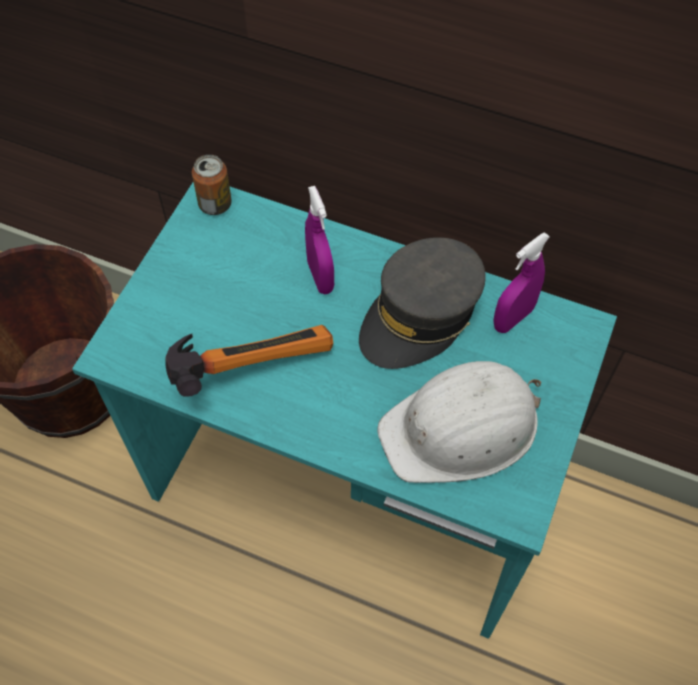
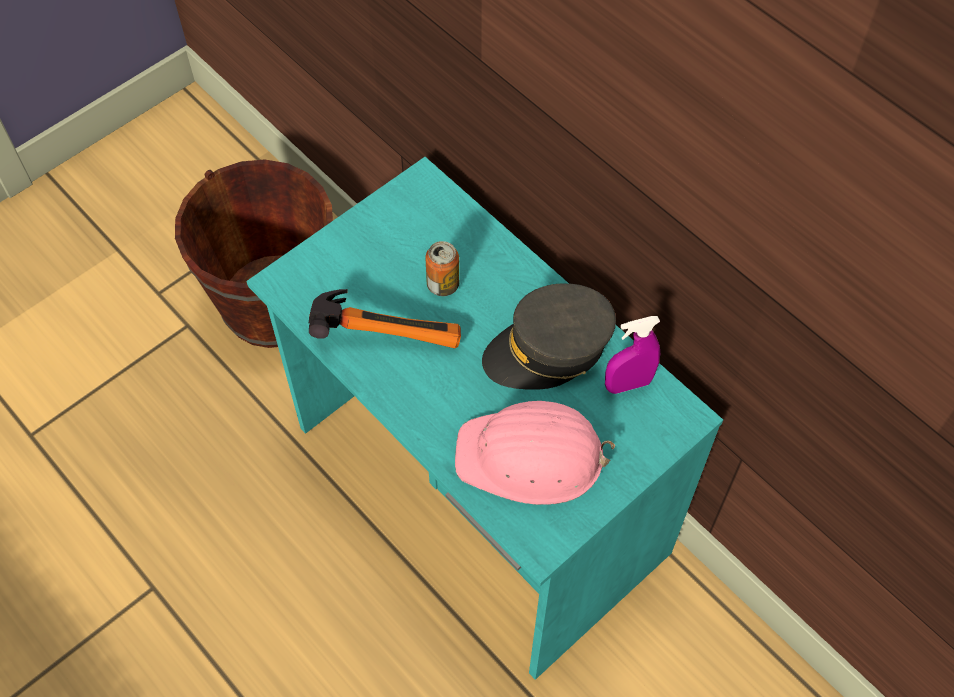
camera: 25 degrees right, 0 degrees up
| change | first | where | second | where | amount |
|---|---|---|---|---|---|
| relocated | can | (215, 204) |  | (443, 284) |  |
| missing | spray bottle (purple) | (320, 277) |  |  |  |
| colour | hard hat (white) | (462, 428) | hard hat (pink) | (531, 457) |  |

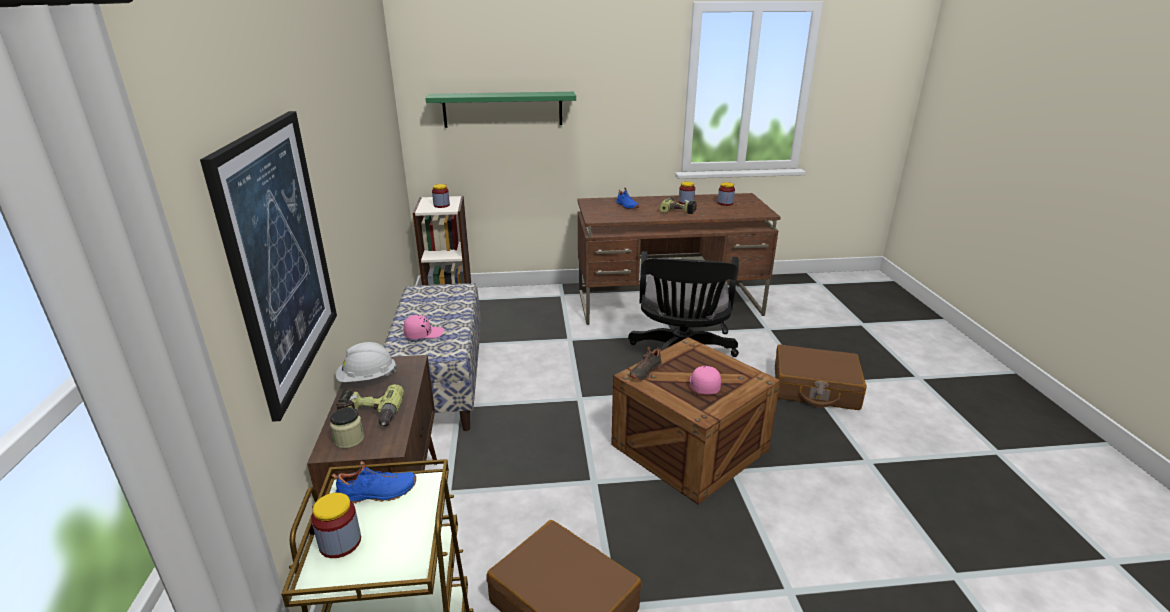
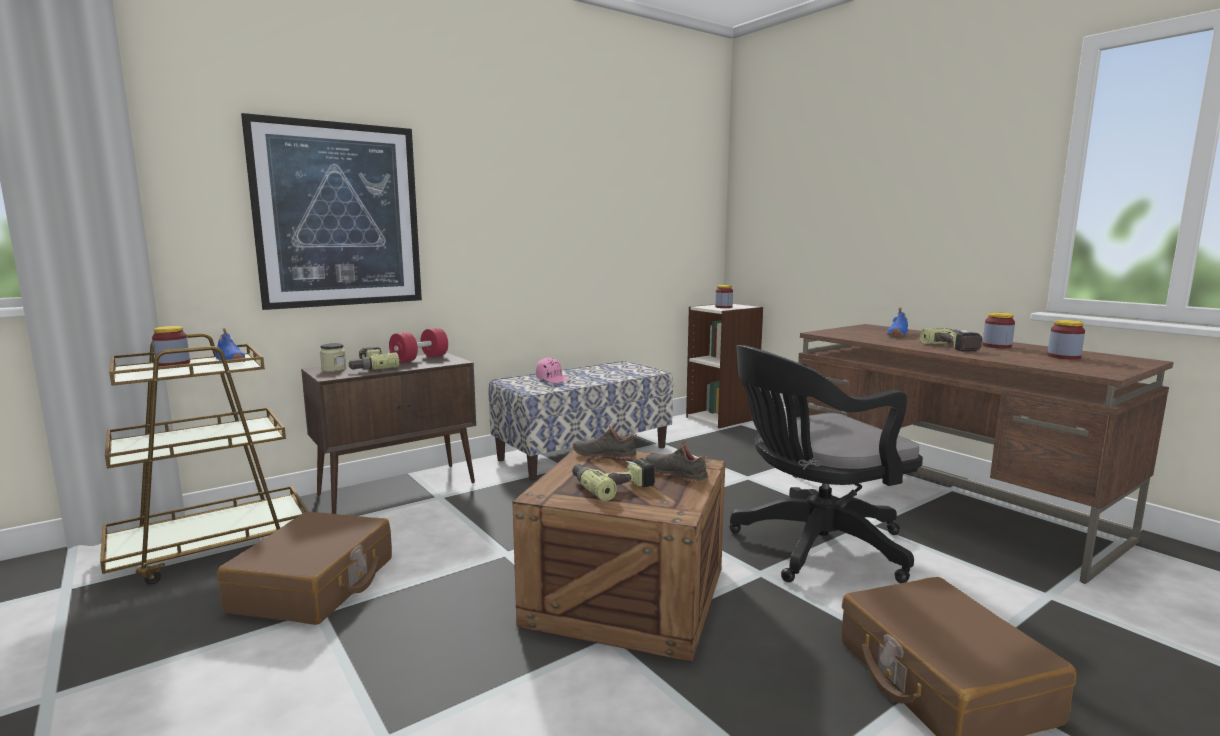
camera: 60 degrees right, 15 degrees down
| change | first | where | second | where | amount |
|---|---|---|---|---|---|
| missing | shelf (green) | (503, 109) |  |  |  |
| exchanged | hard hat (white) | (367, 379) | dumbbell (red) | (419, 359) |  |
| exchanged | cap (pink) | (703, 385) | power drill | (613, 485) |  |
| appeared |  |  | shoe (black) | (676, 473) |  |

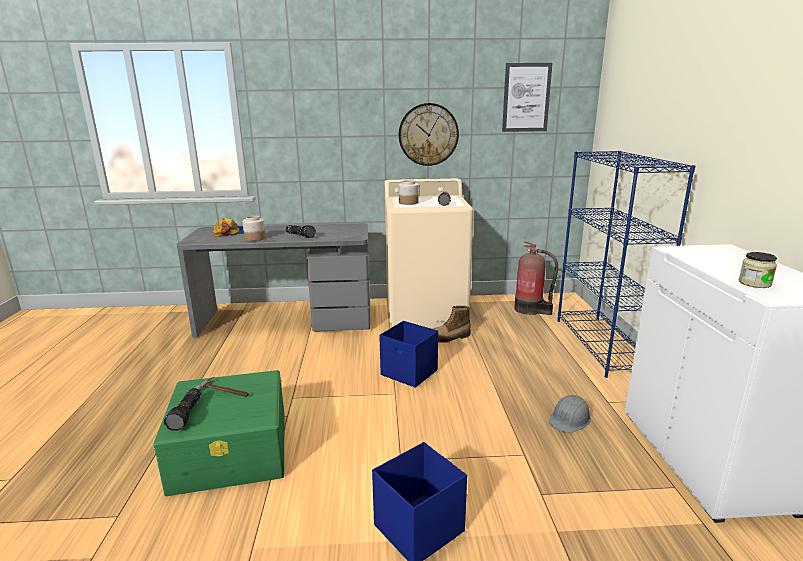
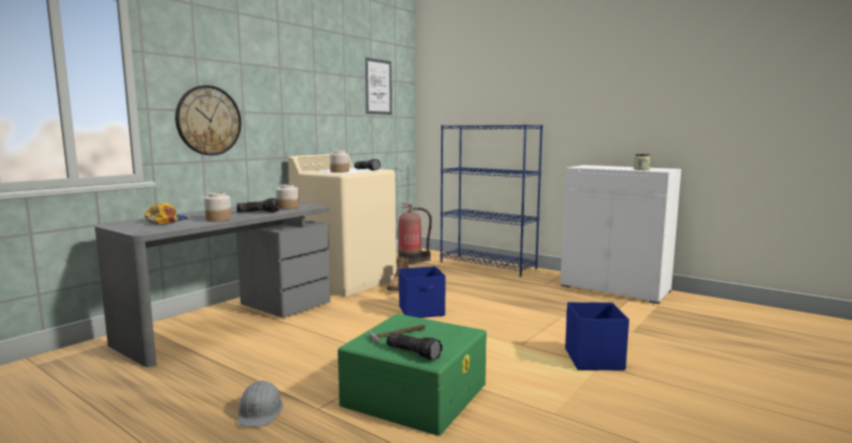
camera: 50 degrees left, 10 degrees down
| change | first | where | second | where | amount |
|---|---|---|---|---|---|
| relocated | wall clock | (428, 134) |  | (208, 120) |  |
| relocated | hard hat (grey) | (570, 419) |  | (260, 411) |  |
| appeared |  |  | jar | (287, 208) |  |

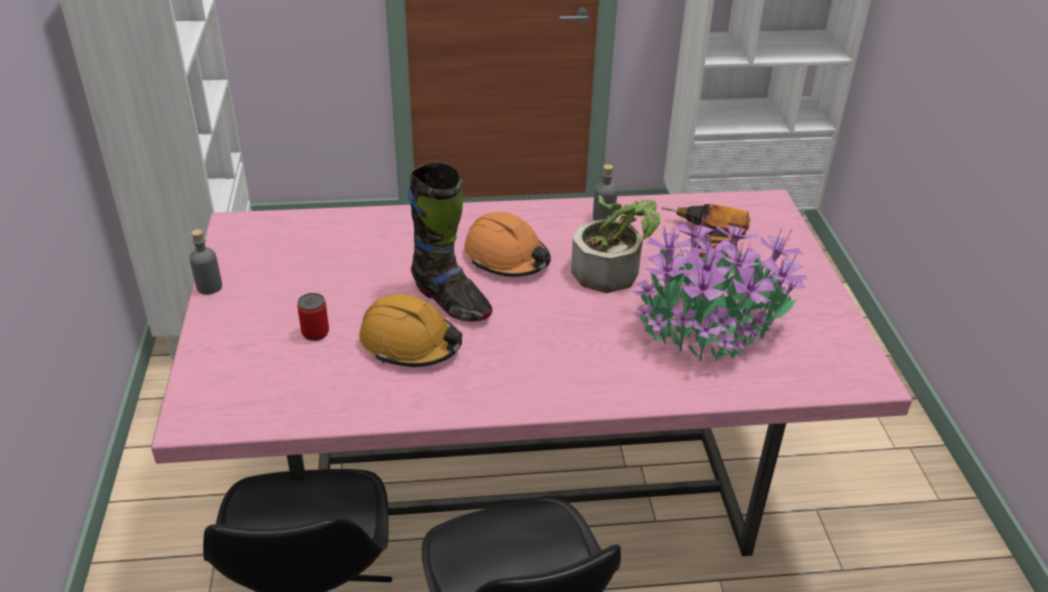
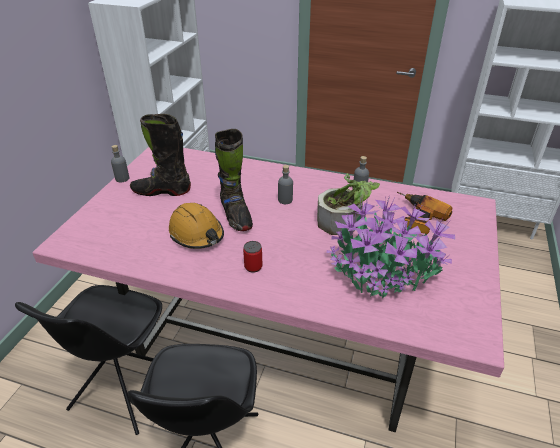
camera: 25 degrees right, 0 degrees up
| change | first | where | second | where | amount |
|---|---|---|---|---|---|
| exchanged | hard hat (orange) | (507, 258) | bottle (grey) | (285, 200) |  |
| relocated | can | (315, 333) |  | (253, 267) |  |
| appeared |  |  | boot (black) | (161, 191) |  |

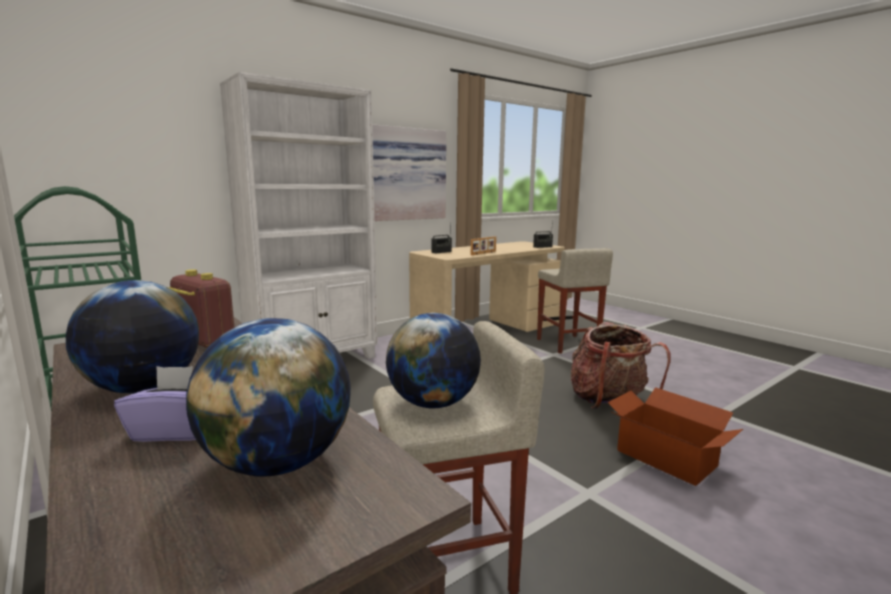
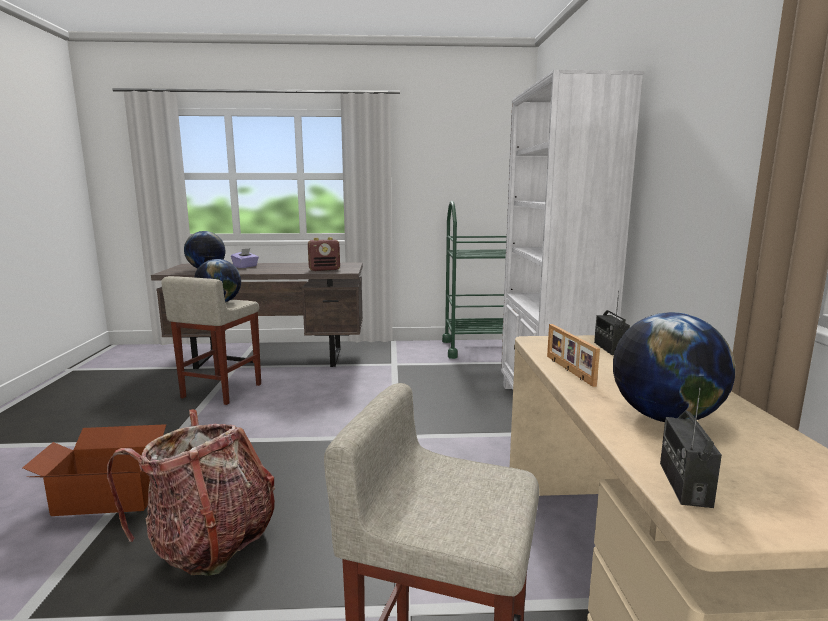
camera: 125 degrees right, 0 degrees up
| change | first | where | second | where | amount |
|---|---|---|---|---|---|
| missing | picture | (406, 174) |  |  |  |
| relocated | globe | (143, 388) |  | (664, 417) |  |

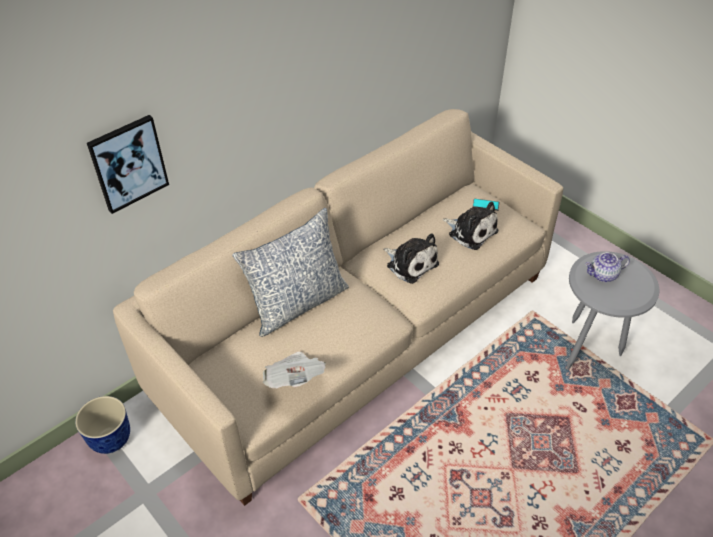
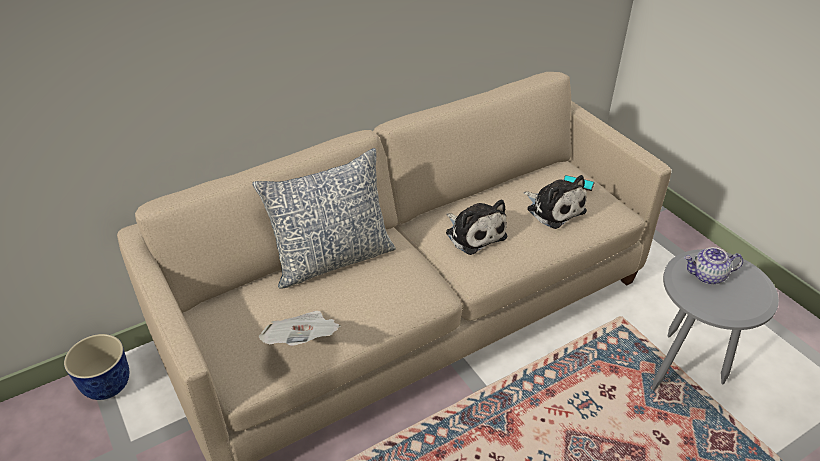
camera: 10 degrees right, 5 degrees down
| change | first | where | second | where | amount |
|---|---|---|---|---|---|
| missing | picture | (128, 163) |  |  |  |

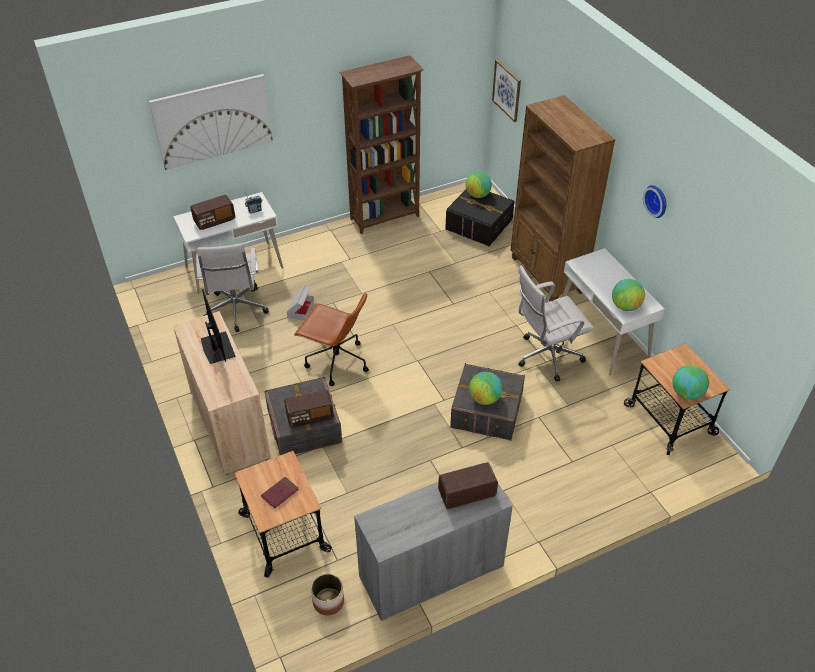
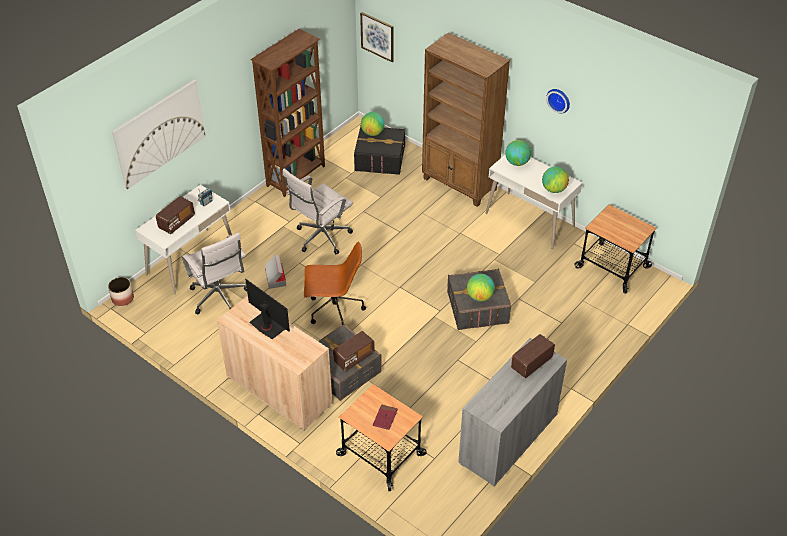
camera: 25 degrees left, 0 degrees up
| change | first | where | second | where | amount |
|---|---|---|---|---|---|
| relocated | office chair (white) | (546, 357) |  | (321, 238) |  |
| relocated | globe | (686, 393) |  | (517, 162) |  |
| relocated | planter | (328, 601) |  | (122, 298) |  |

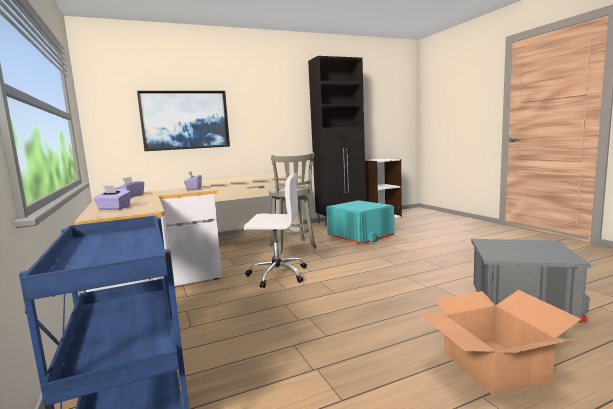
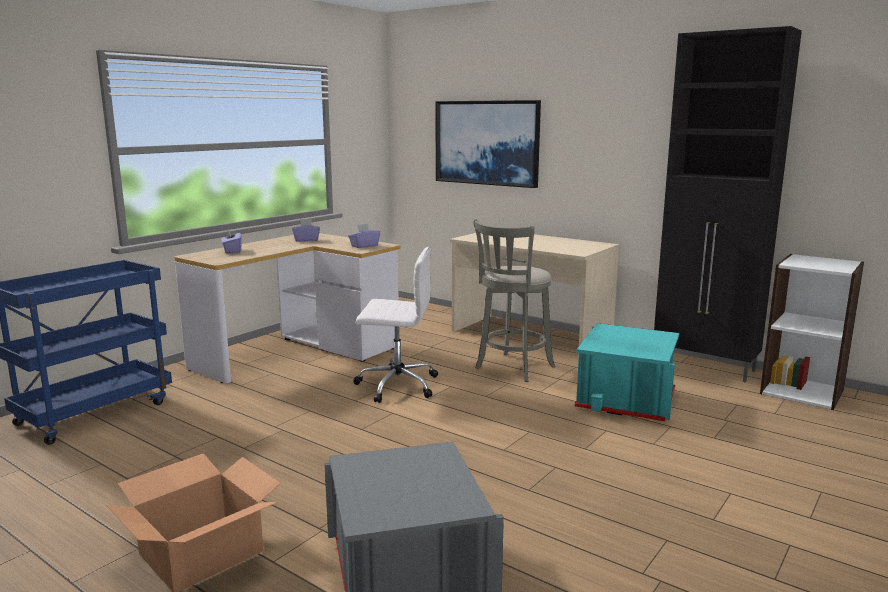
camera: 60 degrees right, 5 degrees up
| change | first | where | second | where | amount |
|---|---|---|---|---|---|
| spun | office chair (white) | (276, 275) |  | (396, 385) | 60 degrees counterclockwise |

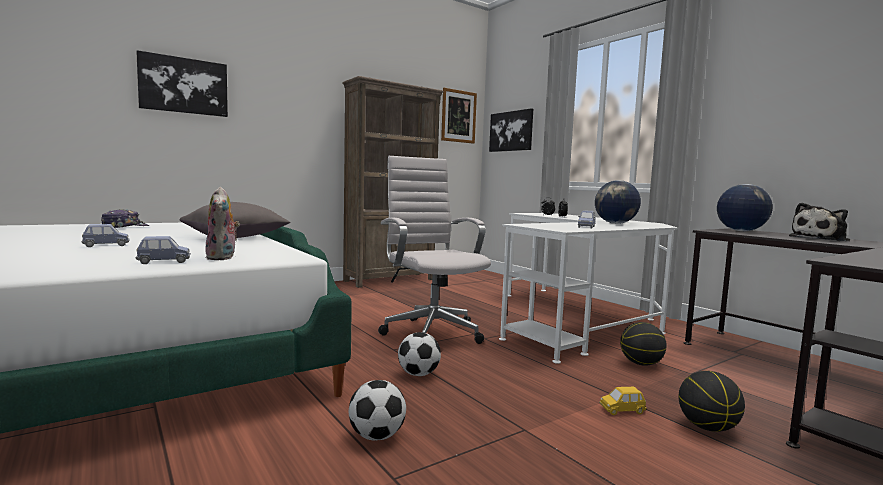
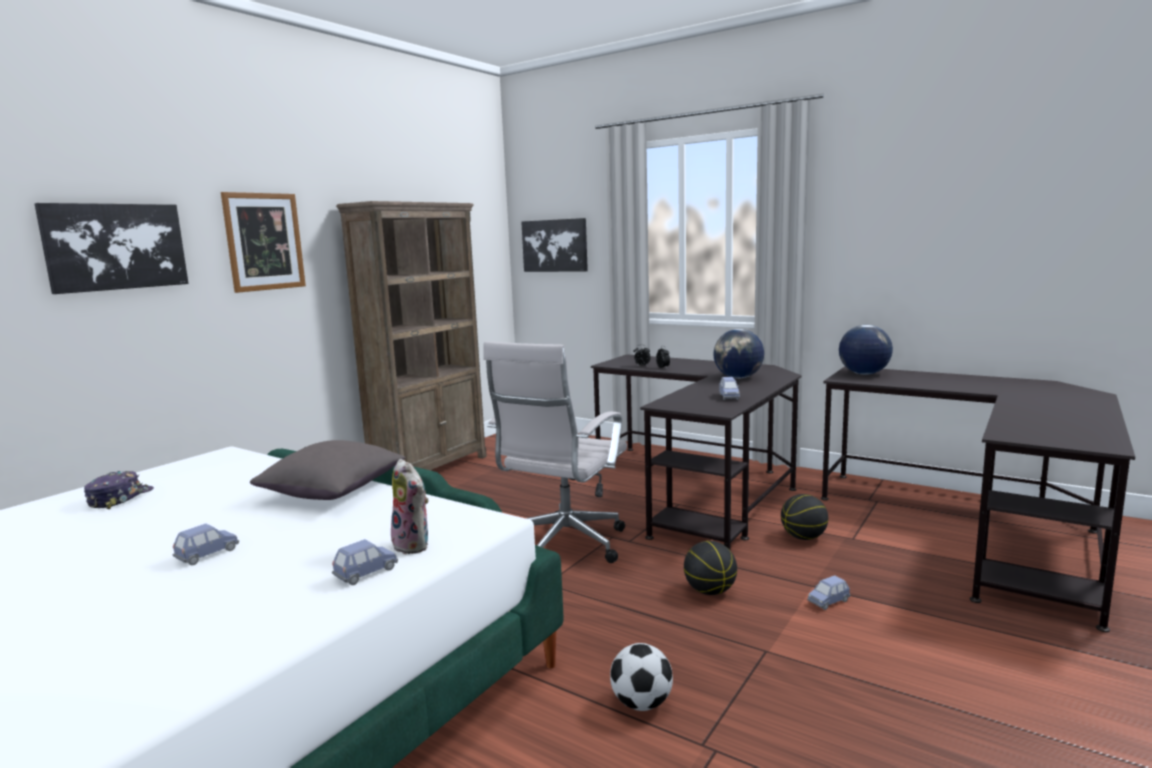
camera: 20 degrees left, 5 degrees up
| change | first | where | second | where | amount |
|---|---|---|---|---|---|
| relocated | picture | (458, 116) |  | (264, 241) |  |
| spun | office chair (white) | (430, 332) |  | (563, 546) | 105 degrees counterclockwise |
| missing | plush toy | (821, 239) |  |  |  |
| colour | desk (white) | (578, 319) | desk (black) | (701, 489) |  |
| missing | football | (419, 374) |  |  |  |
| relocated | basketball | (707, 427) |  | (710, 591) |  |
| colour | toy car (yellow) | (622, 410) | toy car (blue) | (828, 602) |  |

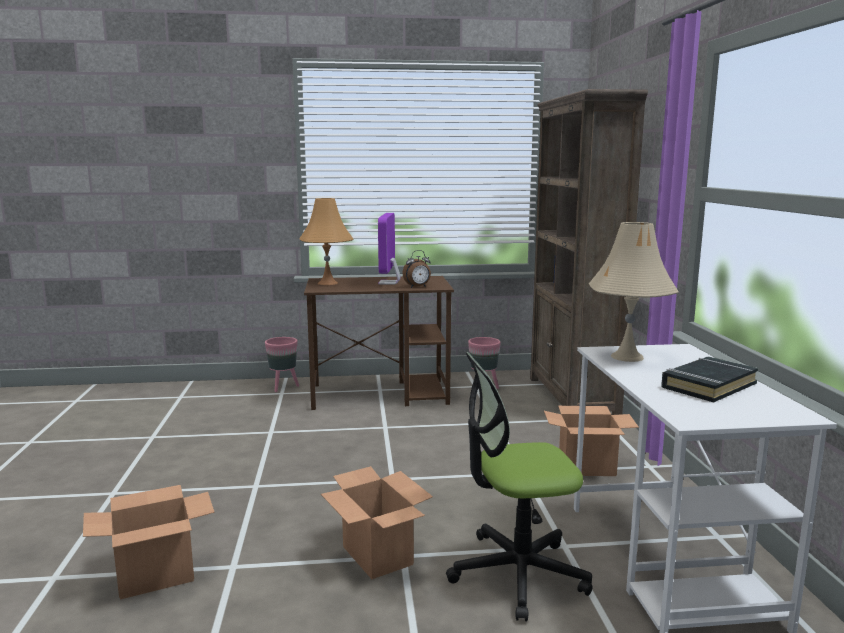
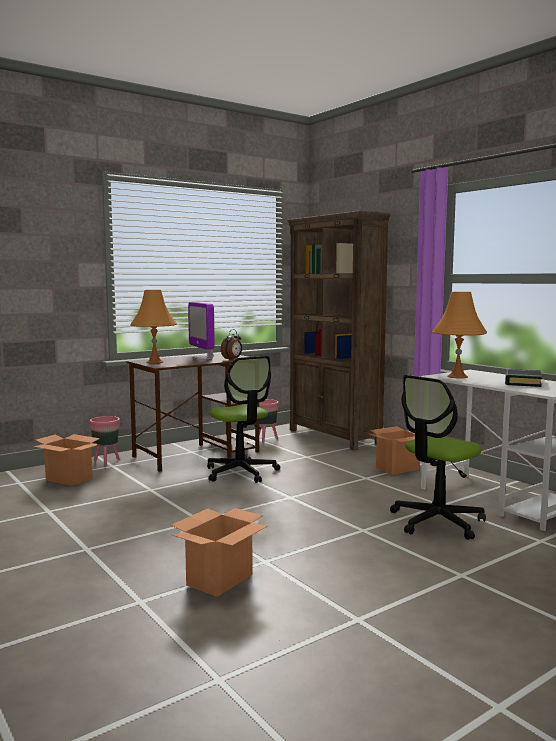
camera: 30 degrees left, 5 degrees down
| change | first | where | second | where | amount |
|---|---|---|---|---|---|
| colour | table lamp (beige) | (626, 357) | table lamp (orange) | (457, 376) |  |
| relocated | cardboard box | (378, 556) |  | (69, 479) |  |
| appeared |  |  | office chair | (241, 472) |  |

